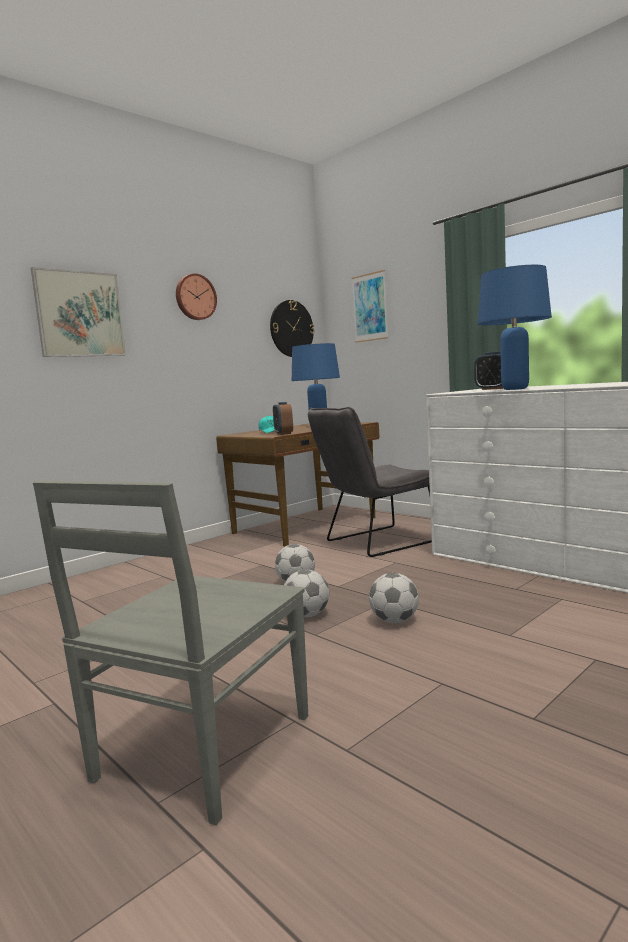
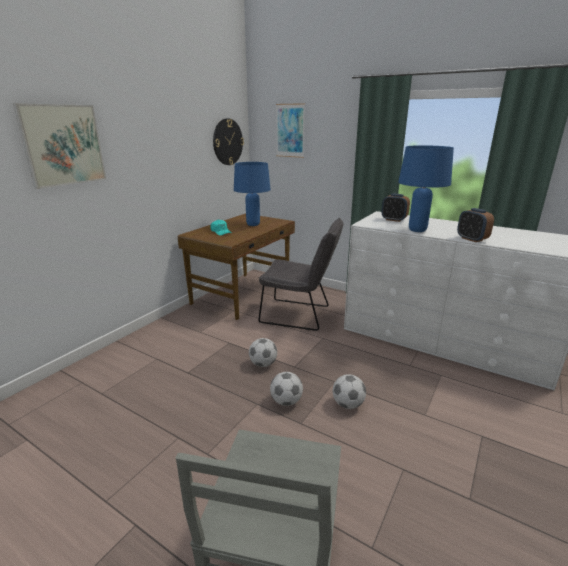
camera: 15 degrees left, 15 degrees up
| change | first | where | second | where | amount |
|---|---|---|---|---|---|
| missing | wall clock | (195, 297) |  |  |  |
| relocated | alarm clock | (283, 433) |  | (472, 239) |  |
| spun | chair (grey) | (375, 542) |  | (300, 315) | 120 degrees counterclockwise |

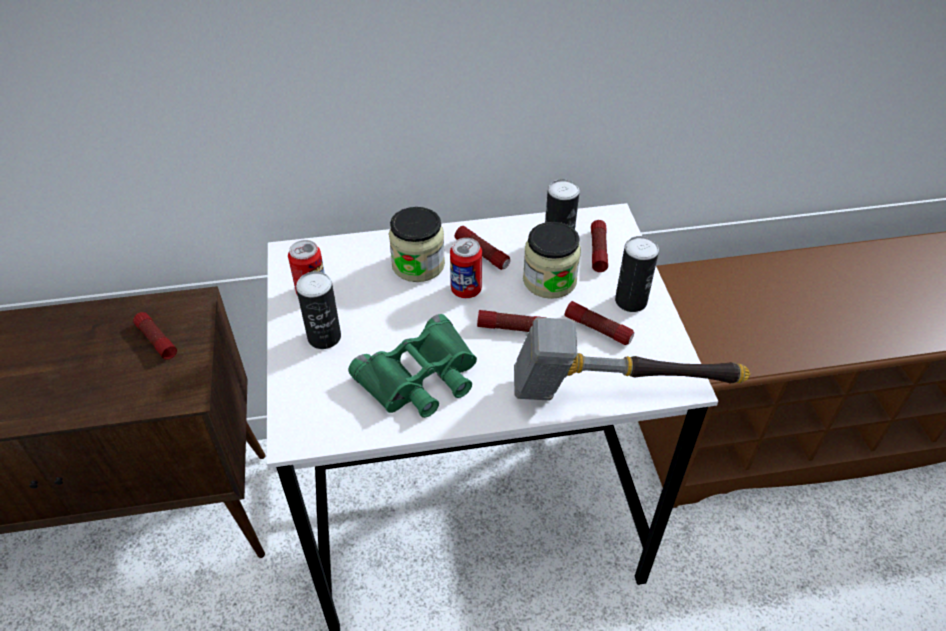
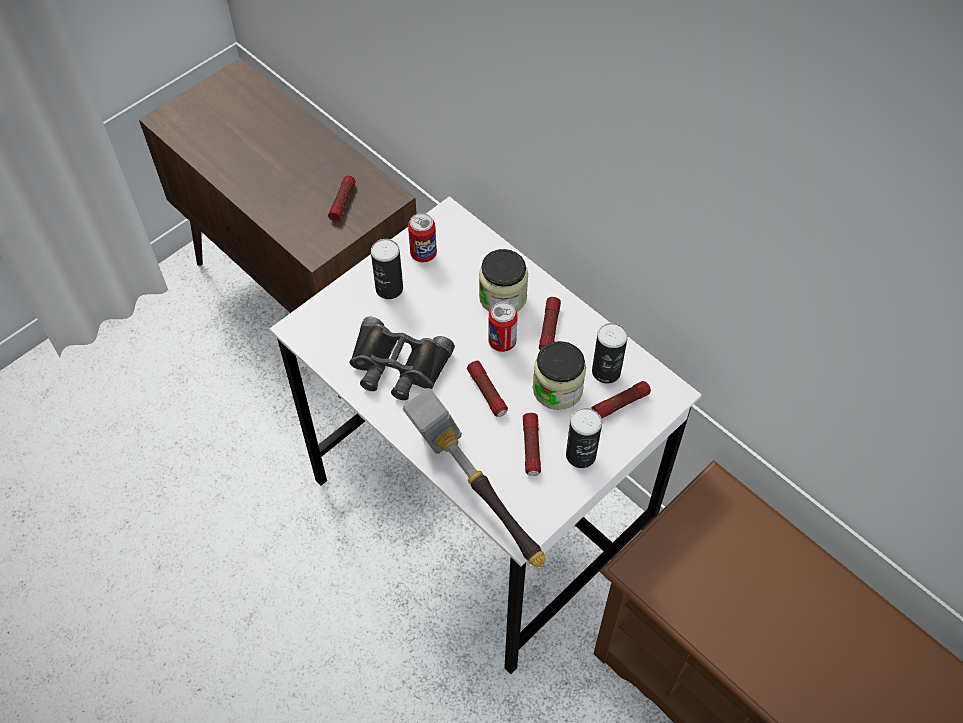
camera: 55 degrees right, 10 degrees up
| change | first | where | second | where | amount |
|---|---|---|---|---|---|
| colour | binoculars (green) | (421, 377) | binoculars (black) | (397, 365) |  |

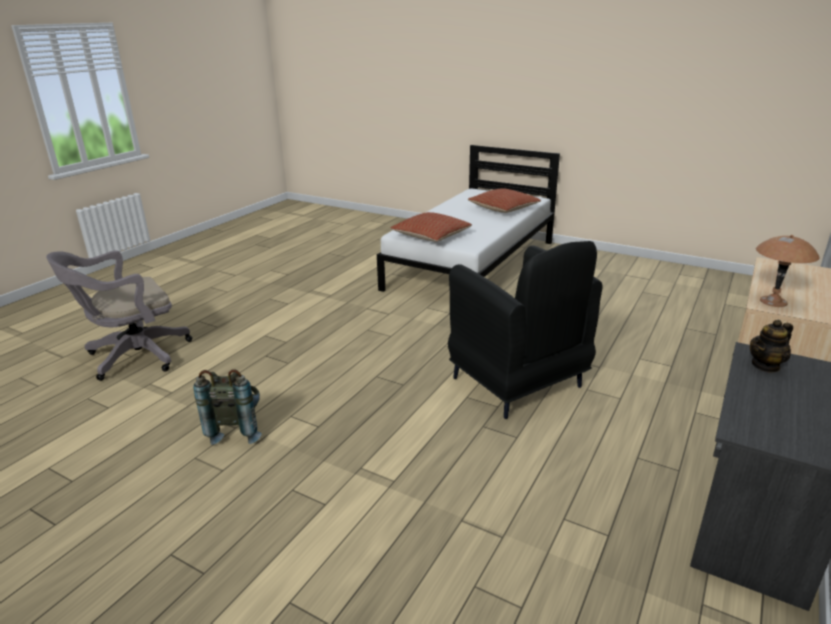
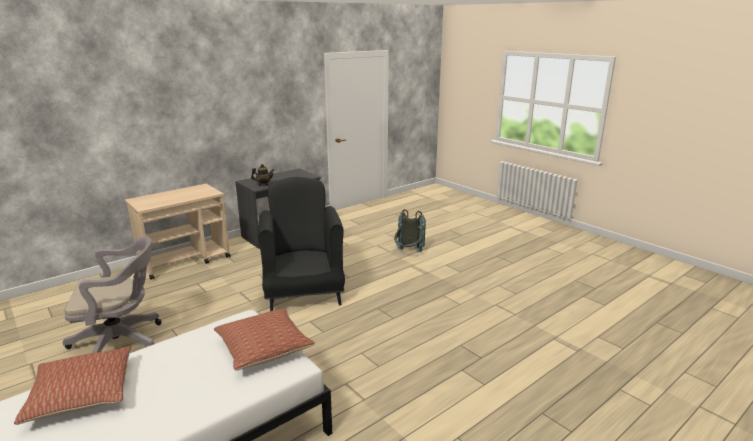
camera: 160 degrees left, 5 degrees down
| change | first | where | second | where | amount |
|---|---|---|---|---|---|
| missing | table lamp (brown) | (773, 301) |  |  |  |
| relocated | office chair (grey) | (133, 357) |  | (122, 342) |  |
| relocated | backpack (grey) | (237, 429) |  | (408, 253) |  |

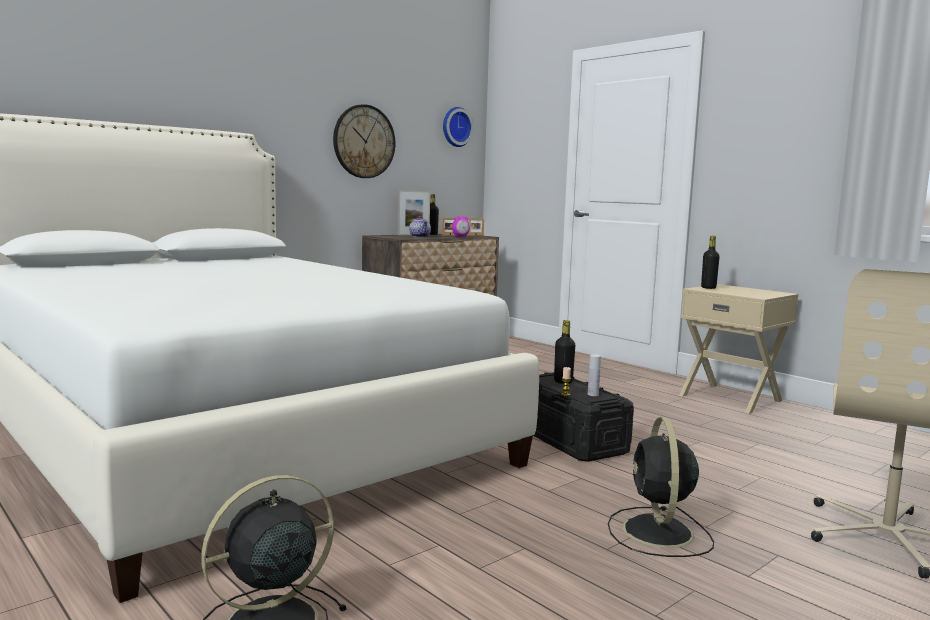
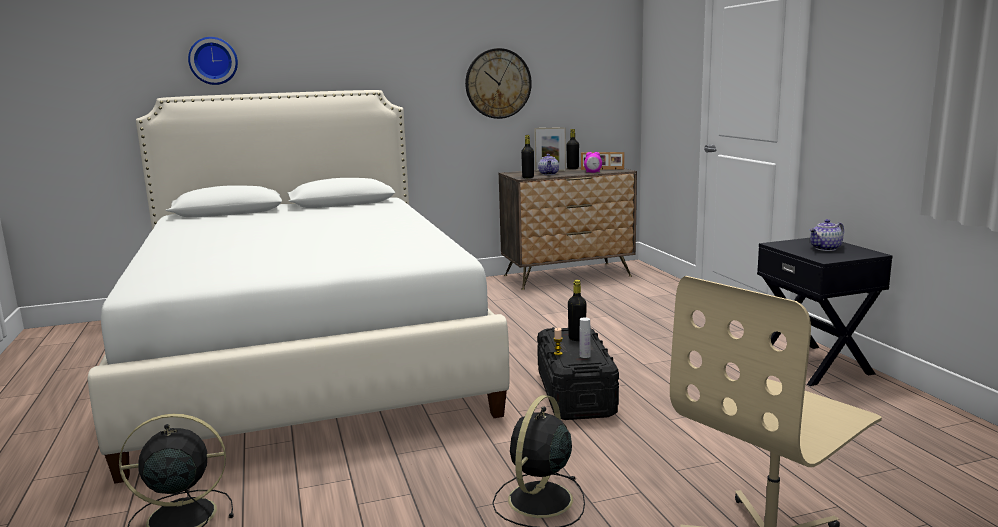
camera: 25 degrees right, 5 degrees up
| change | first | where | second | where | amount |
|---|---|---|---|---|---|
| relocated | wall clock | (455, 127) |  | (213, 61) |  |
| relocated | bottle (black) | (708, 288) |  | (528, 177) |  |
| colour | nightstand (beige) | (731, 398) | nightstand (black) | (814, 364) |  |
| appeared |  |  | teapot | (826, 248) |  |

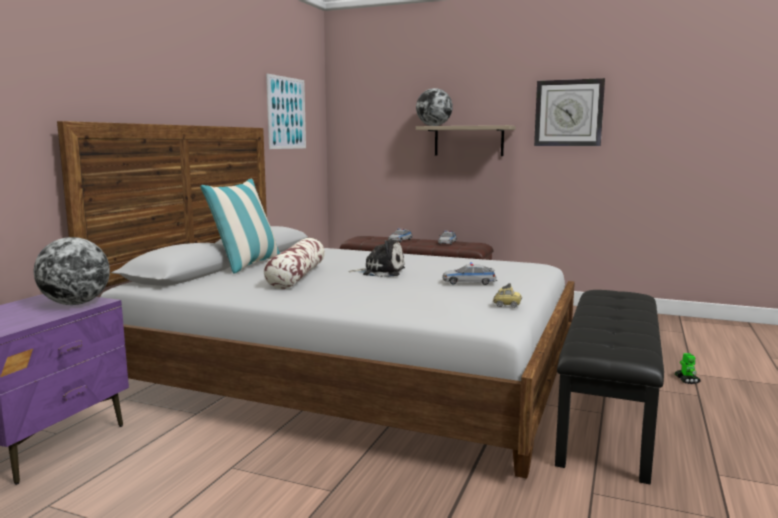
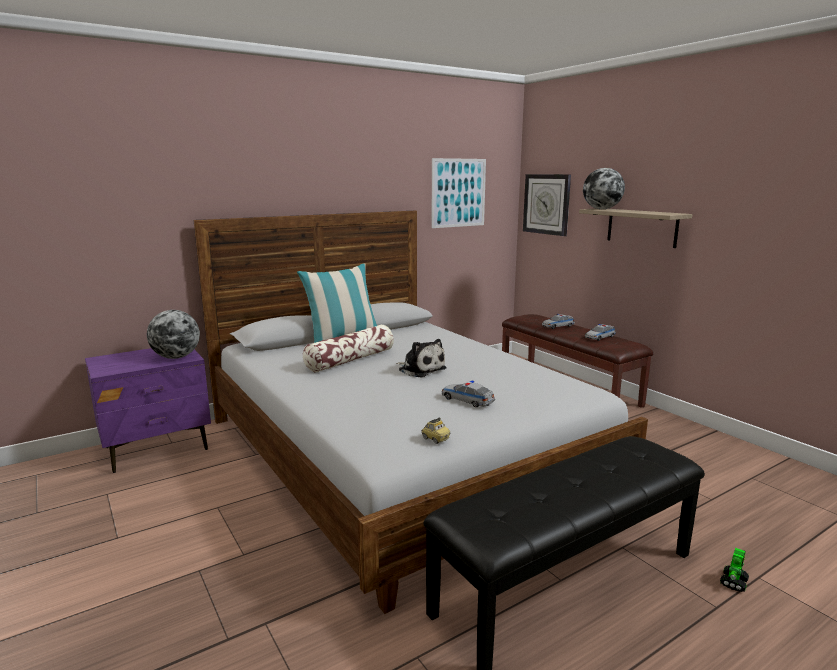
camera: 35 degrees right, 5 degrees up
| change | first | where | second | where | amount |
|---|---|---|---|---|---|
| relocated | wall clock | (568, 113) |  | (546, 204) |  |

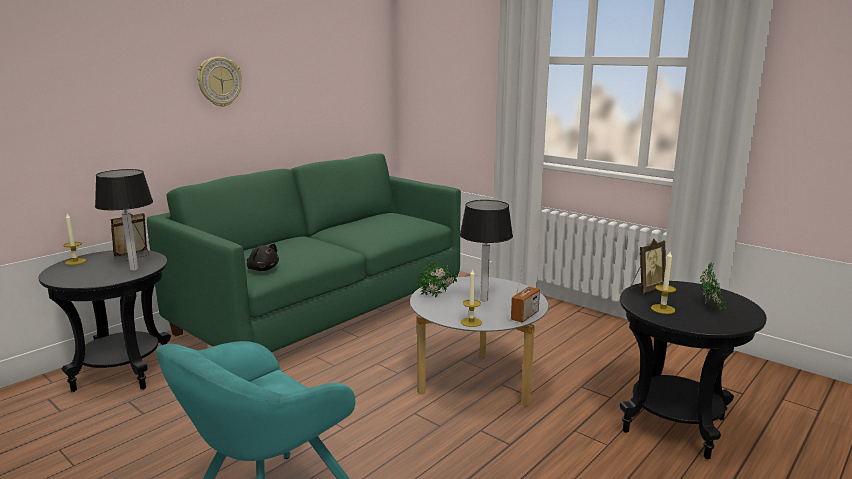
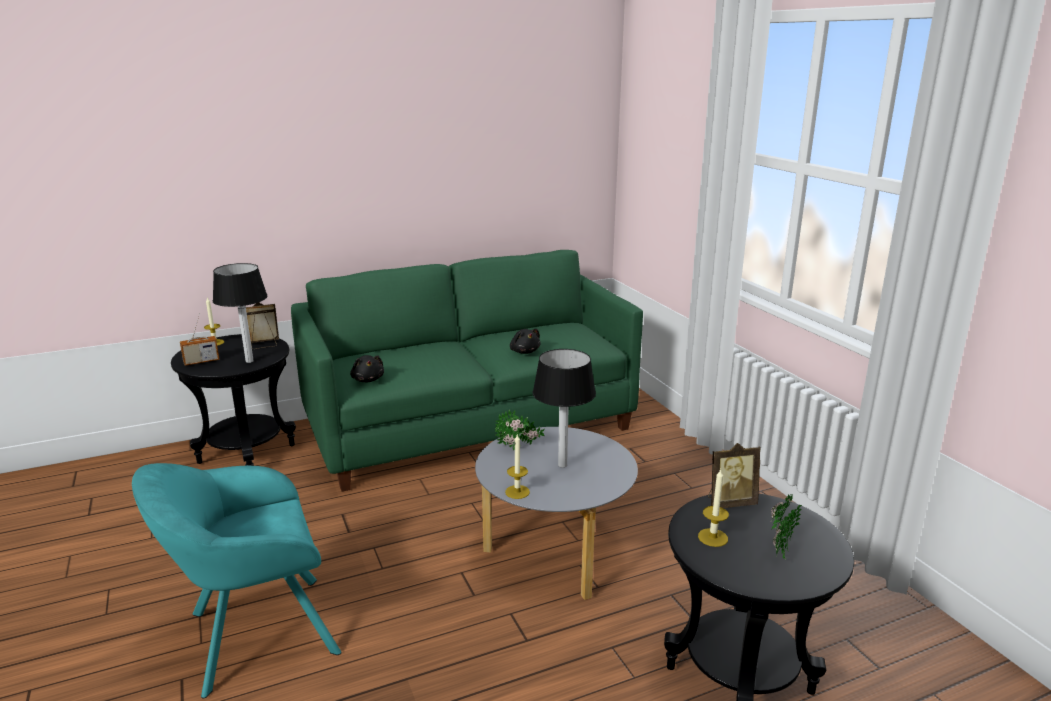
camera: 25 degrees right, 5 degrees up
| change | first | where | second | where | amount |
|---|---|---|---|---|---|
| missing | wall clock | (219, 82) |  |  |  |
| relocated | radio | (524, 316) |  | (201, 361) |  |
| appeared |  |  | plush toy (black) | (524, 351) |  |

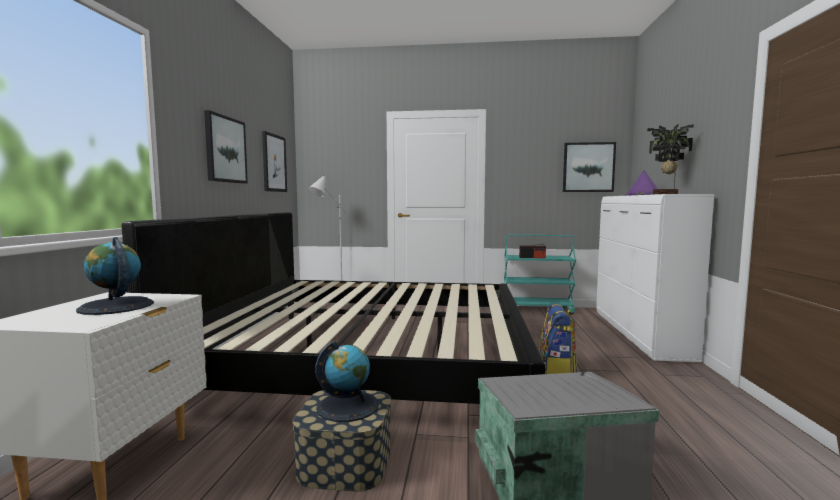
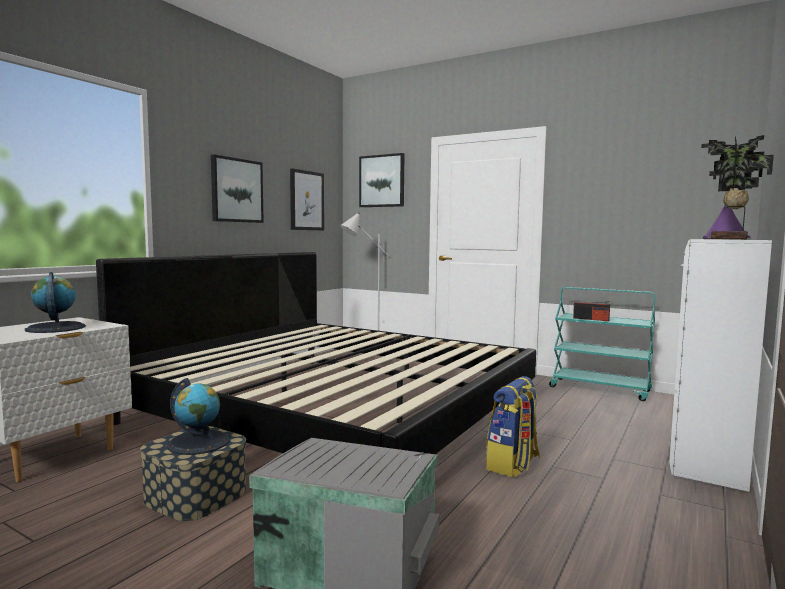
camera: 25 degrees right, 0 degrees up
| change | first | where | second | where | amount |
|---|---|---|---|---|---|
| relocated | picture | (588, 167) |  | (382, 181) |  |

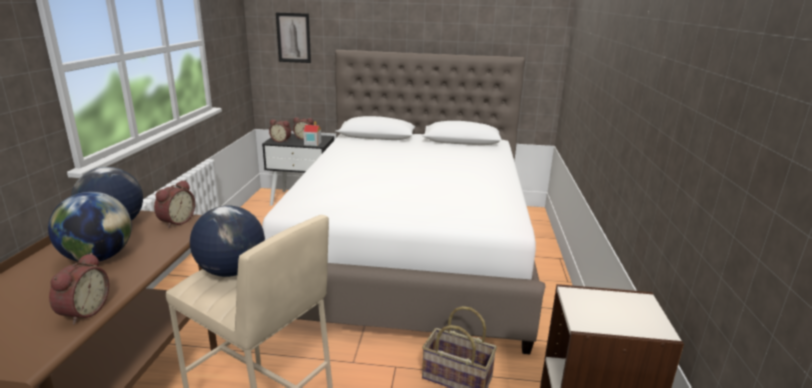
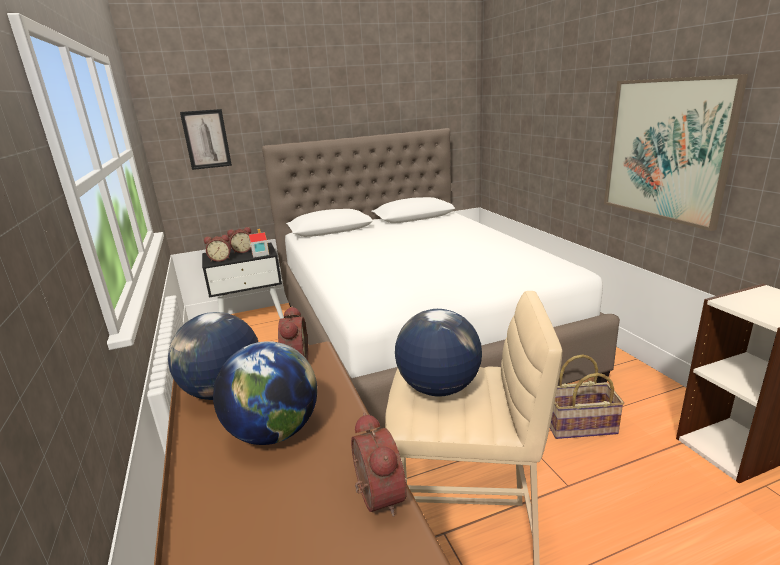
camera: 25 degrees left, 0 degrees up
| change | first | where | second | where | amount |
|---|---|---|---|---|---|
| appeared |  |  | picture | (666, 150) |  |

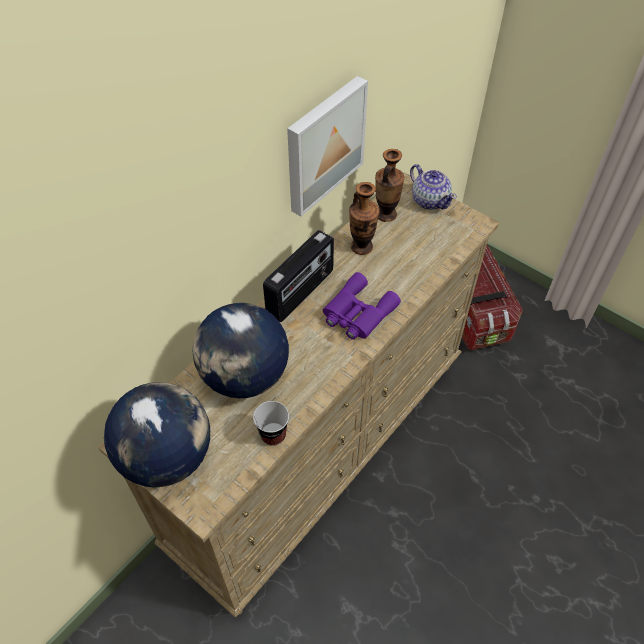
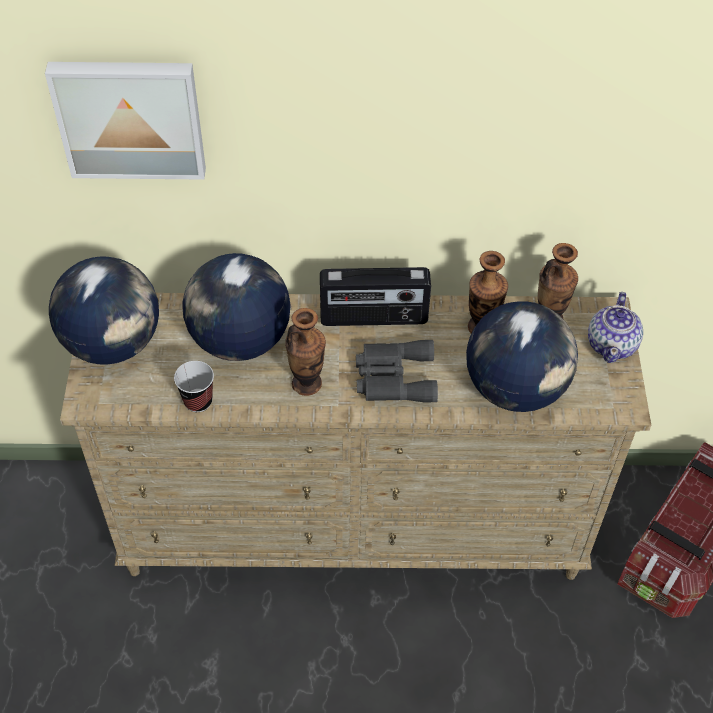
camera: 50 degrees right, 0 degrees up
| change | first | where | second | where | amount |
|---|---|---|---|---|---|
| relocated | picture | (323, 145) |  | (130, 117) |  |
| colour | binoculars (purple) | (357, 313) | binoculars (grey) | (393, 377) |  |
| appeared |  |  | globe | (516, 388) |  |
| appeared |  |  | vase | (307, 383) |  |

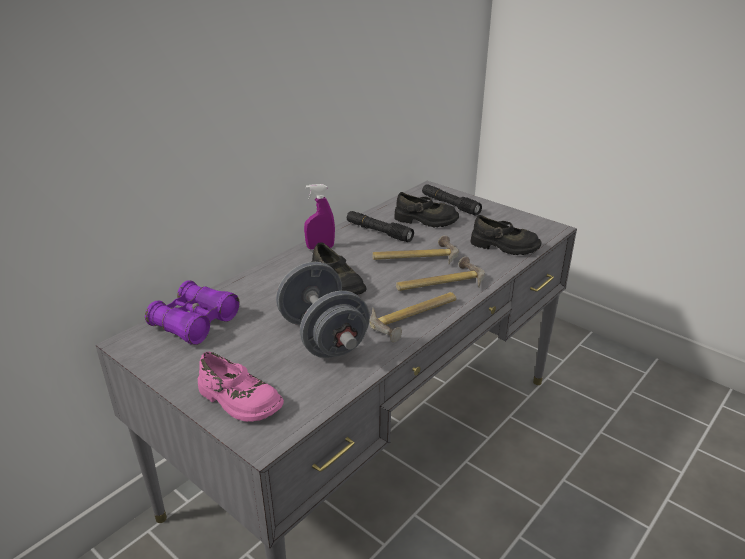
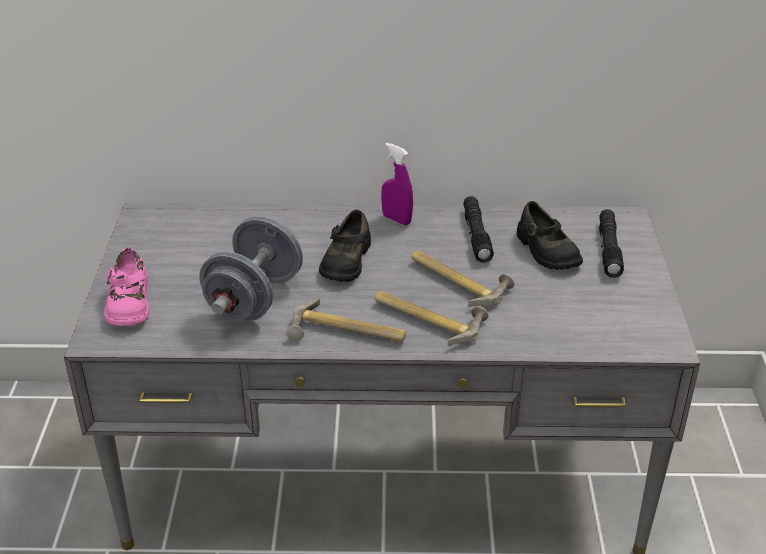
camera: 50 degrees right, 5 degrees up
| change | first | where | second | where | amount |
|---|---|---|---|---|---|
| missing | shoe (black) | (504, 246) |  |  |  |
| missing | binoculars (purple) | (195, 322) |  |  |  |

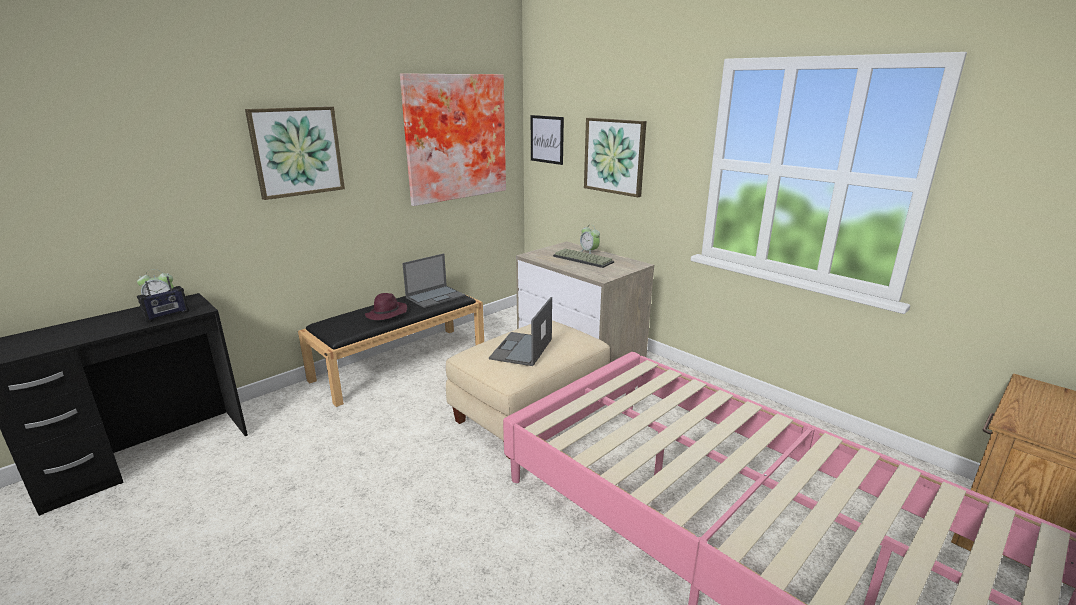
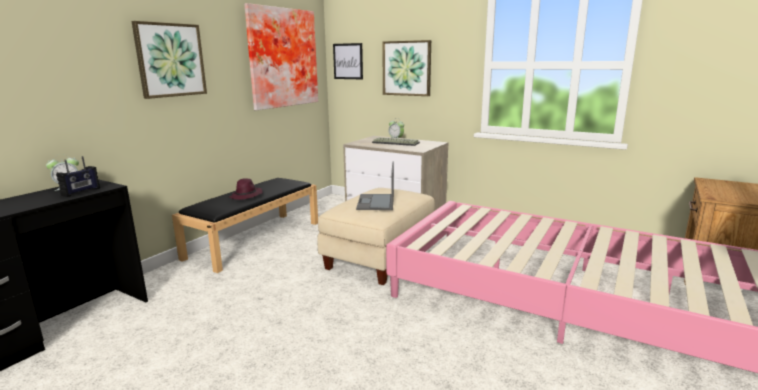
camera: 15 degrees left, 5 degrees down
| change | first | where | second | where | amount |
|---|---|---|---|---|---|
| missing | laptop | (436, 296) |  |  |  |

